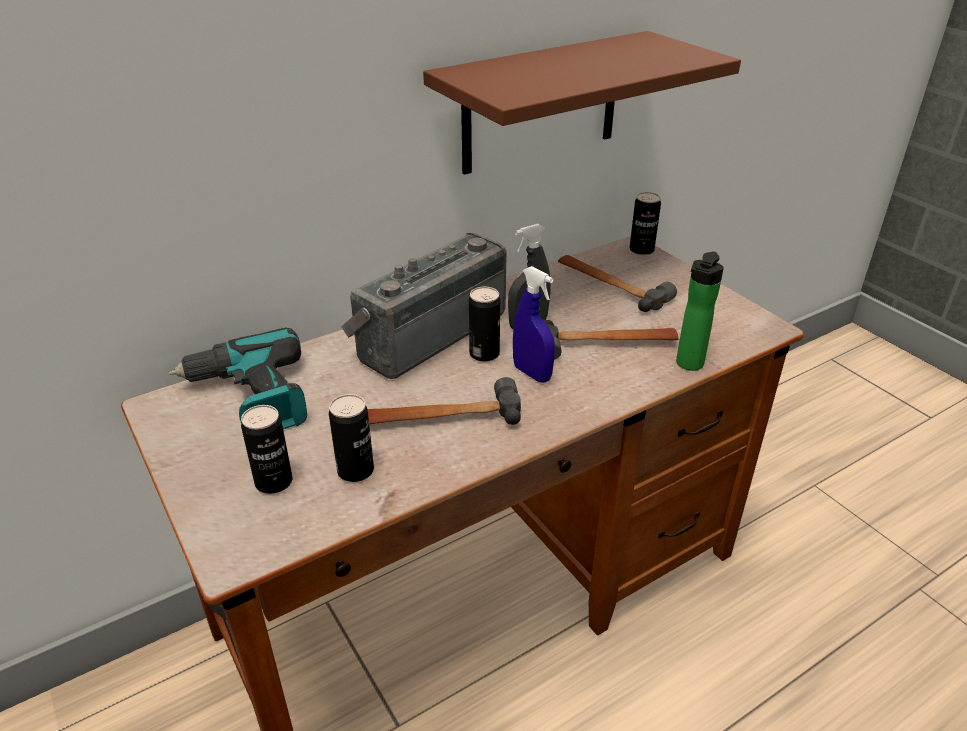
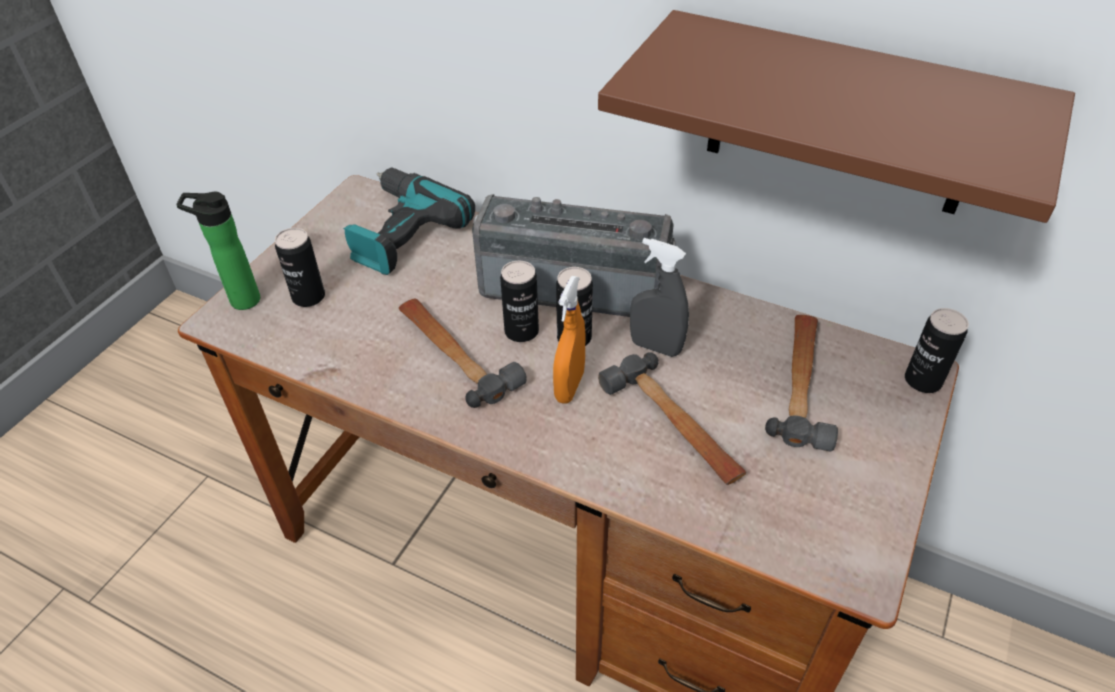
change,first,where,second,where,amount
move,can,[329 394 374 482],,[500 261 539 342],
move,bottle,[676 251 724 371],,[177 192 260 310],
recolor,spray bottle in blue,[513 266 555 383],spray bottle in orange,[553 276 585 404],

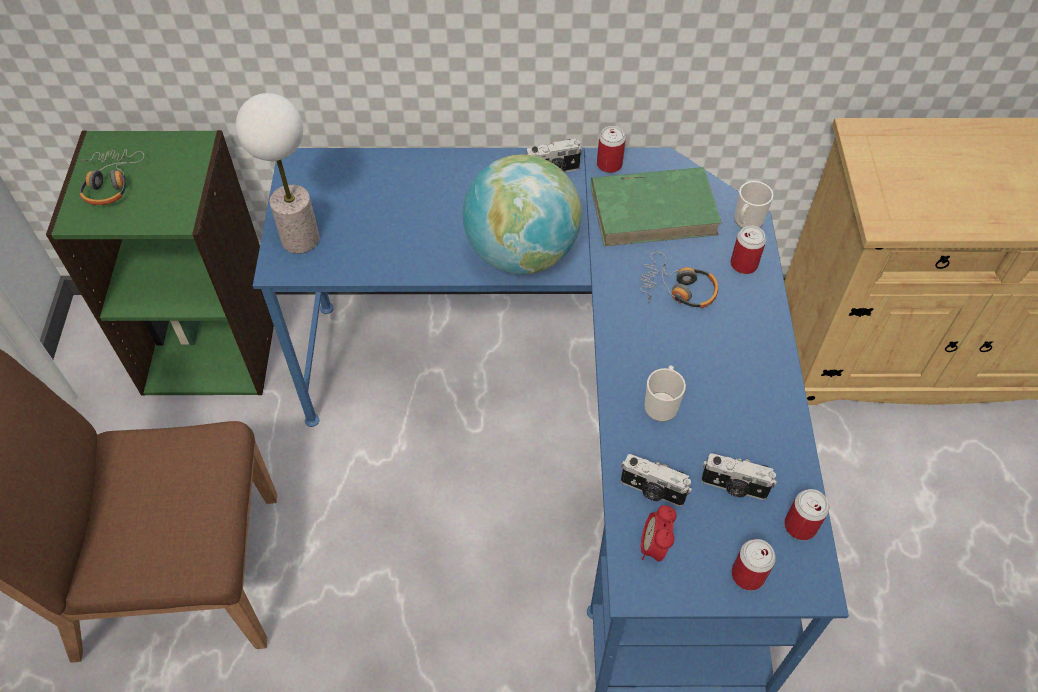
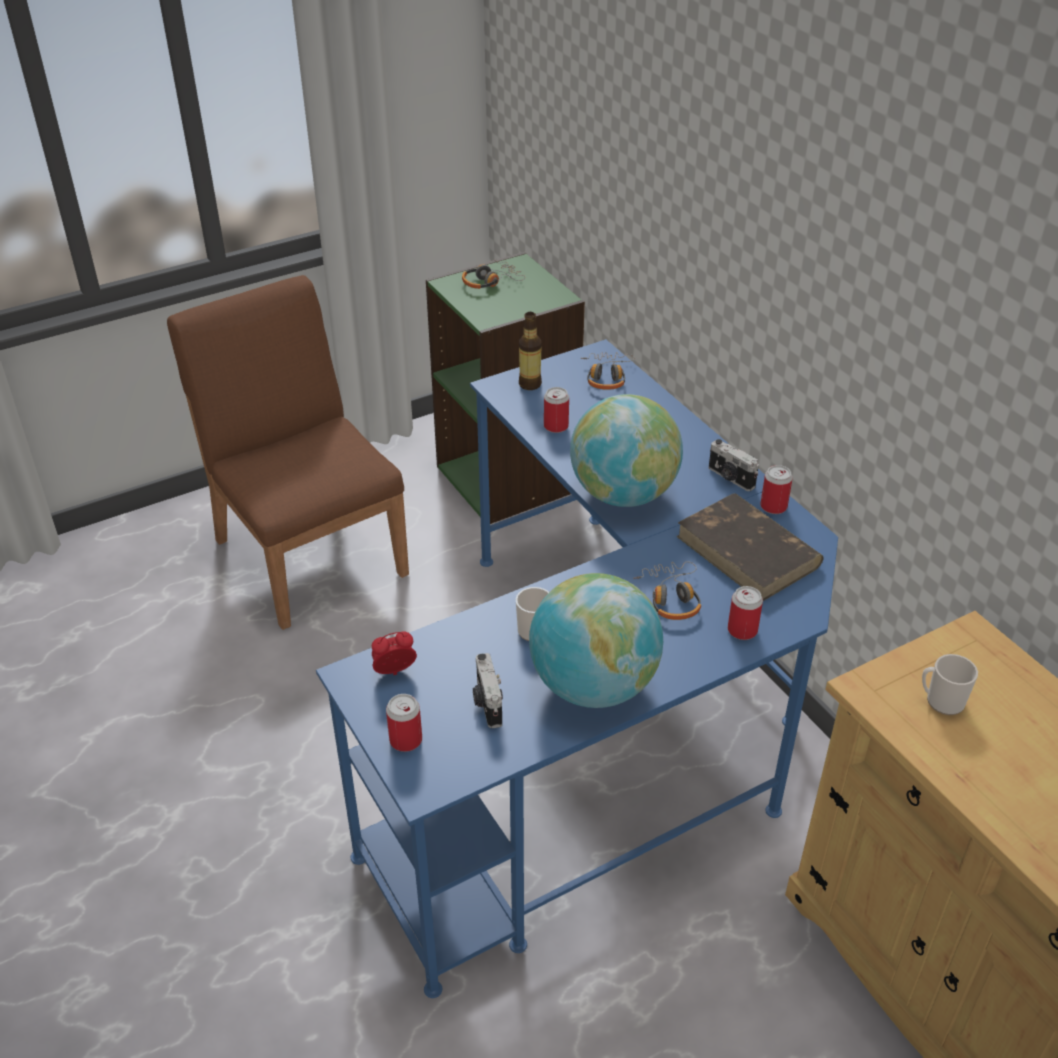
change,first,where,second,where,amount
delete,photo camera,[621 454 692 507],,,
insert,,,globe,[529 573 663 708],
insert,,,headphones,[581 352 634 390],
move,mug,[734 181 773 229],,[922 654 978 715],
move,can,[784 489 829 540],,[544 387 569 433],
replace,table lamp,[236 93 320 254],bottle,[519 312 542 390],
recolor,book in green,[591 167 722 246],book in brown,[676 493 823 601],

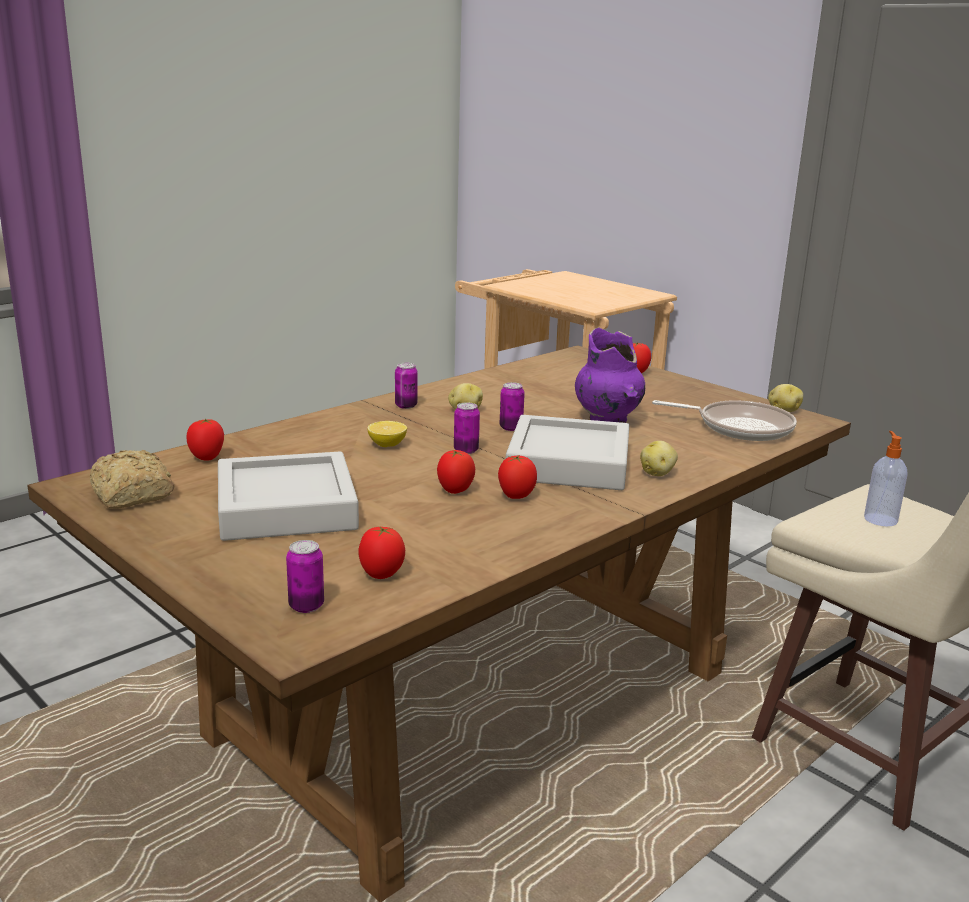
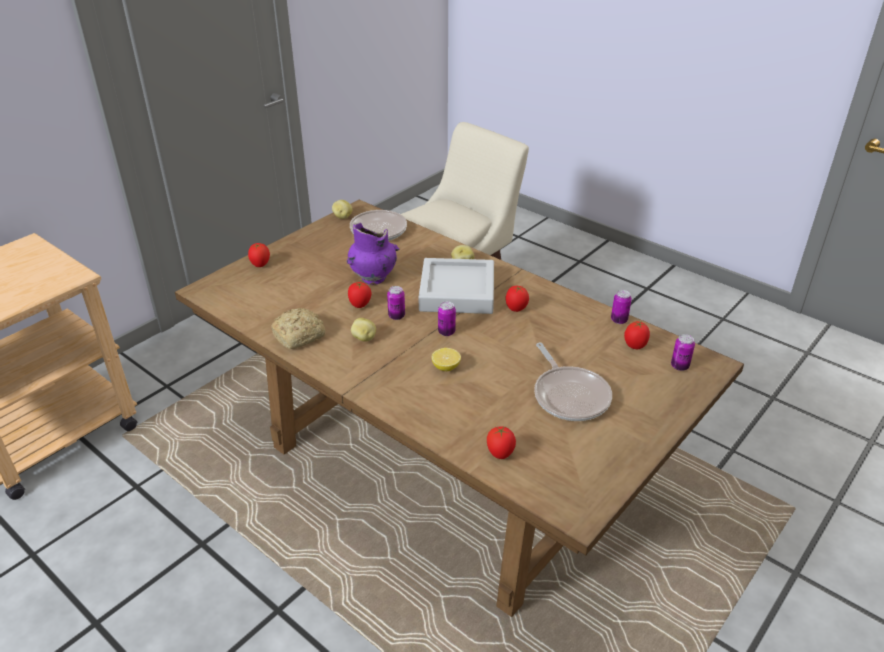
change,first,where,second,where,amount
delete,soap dispenser,[864 431 908 526],,,
move,bread,[90 450 175 509],,[271 308 326 349],
move,can,[395 363 418 409],,[611 290 632 324],
move,tomato,[437 450 475 494],,[348 282 371 308],
replace,tray in grey,[218 452 359 541],frying pan,[534 343 612 421],

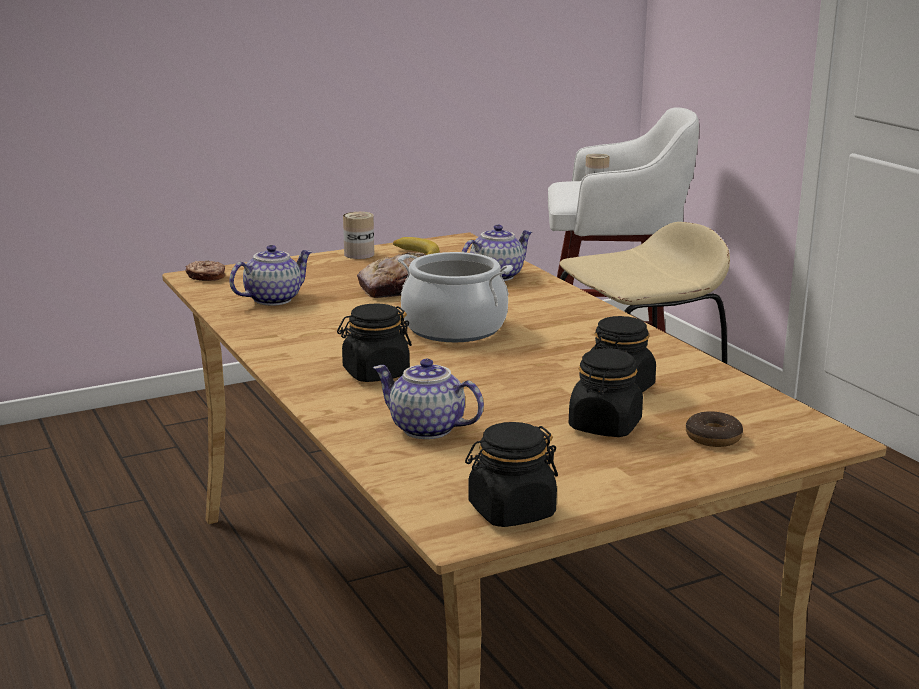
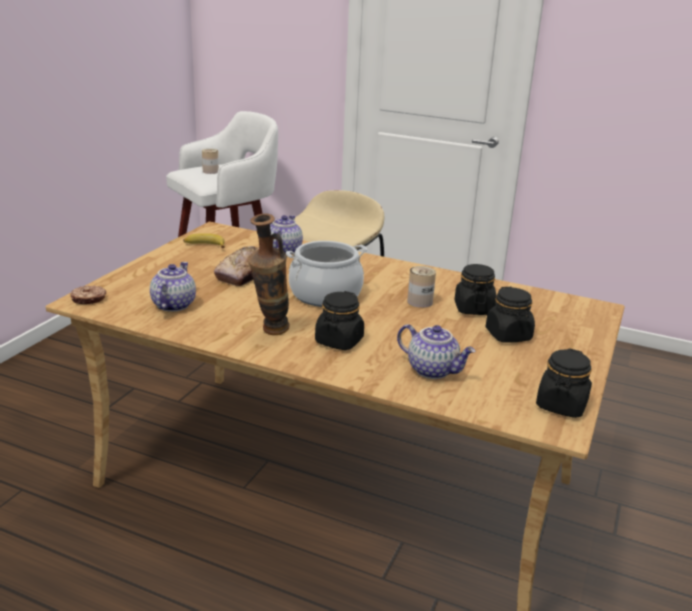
change,first,where,second,where,amount
delete,donut,[686 411 743 447],,,
insert,,,vase,[248 213 289 335],
move,can,[343 212 374 259],,[407 266 436 308],
rotate,teapot,[373 359 484 439],,[397 324 476 379],135 degrees counterclockwise

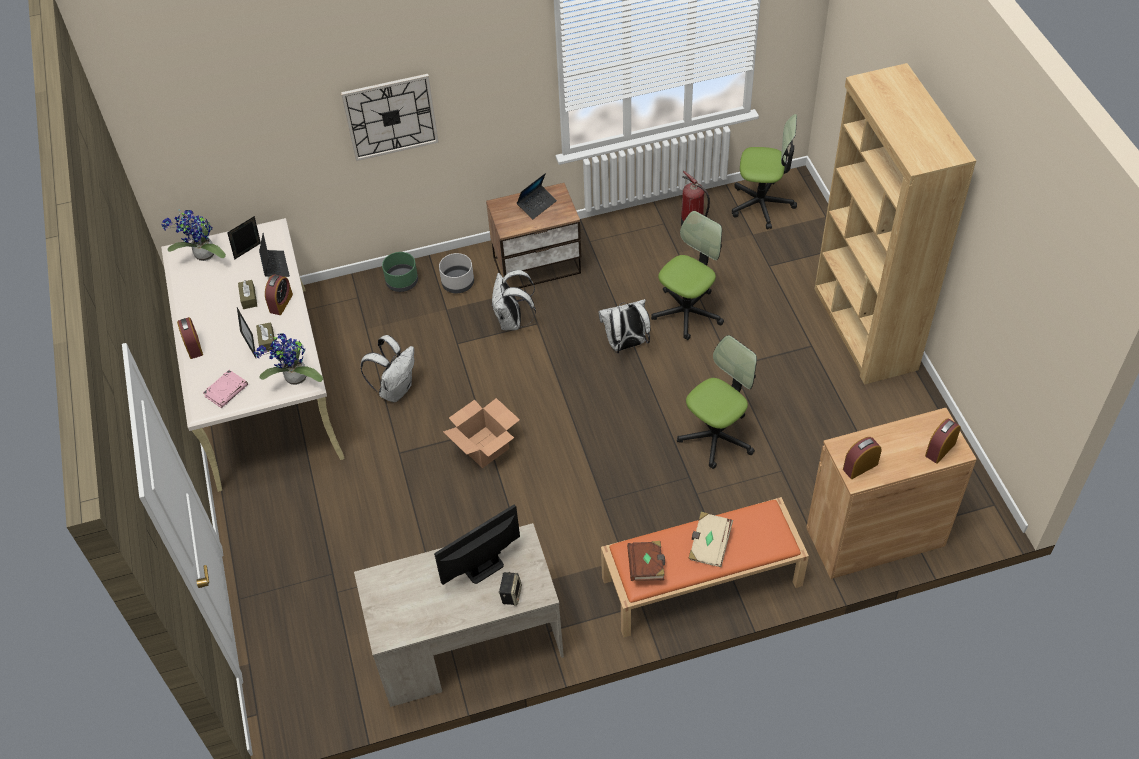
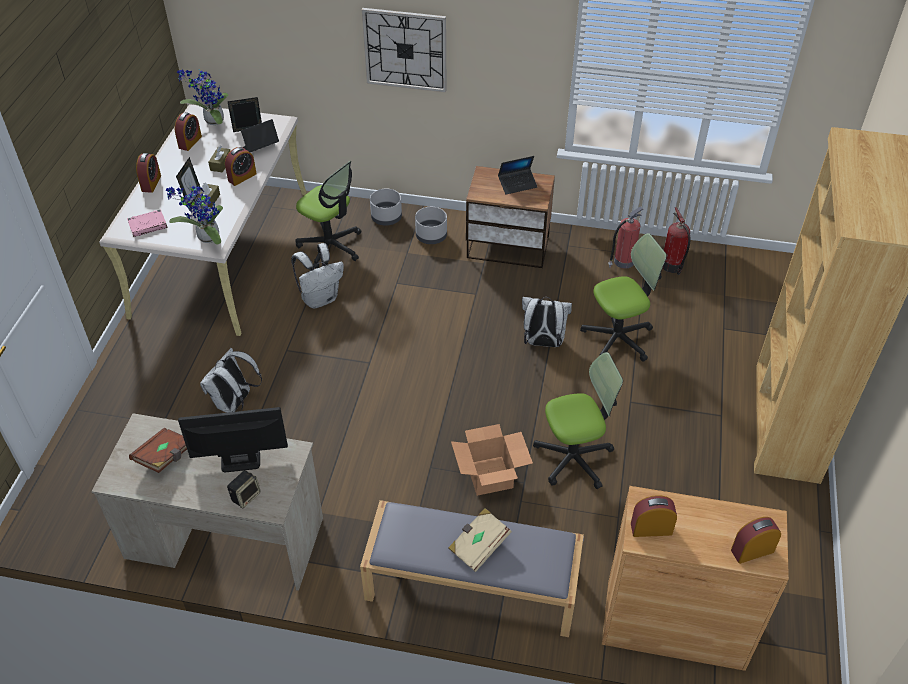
change,first,where,second,where,amount
insert,,,alarm clock,[175 112 202 151],
insert,,,fire extinguisher,[608 207 643 269],
move,cardboard box,[443 398 520 468],,[451 424 533 496],
move,backpack in white,[491 270 536 330],,[200 348 262 413],
move,book in brown,[627 541 665 581],,[129 428 187 473],
move,office chair,[732 114 797 229],,[296 161 361 268],
recolor,planter in green,[382 252 418 292],planter in grey,[370 189 402 226],
recolor,bench in orange,[601 497 809 638],bench in grey,[360 500 584 637],
rotate,laptop,[259 233 290 277],,[241 119 279 152],135 degrees counterclockwise

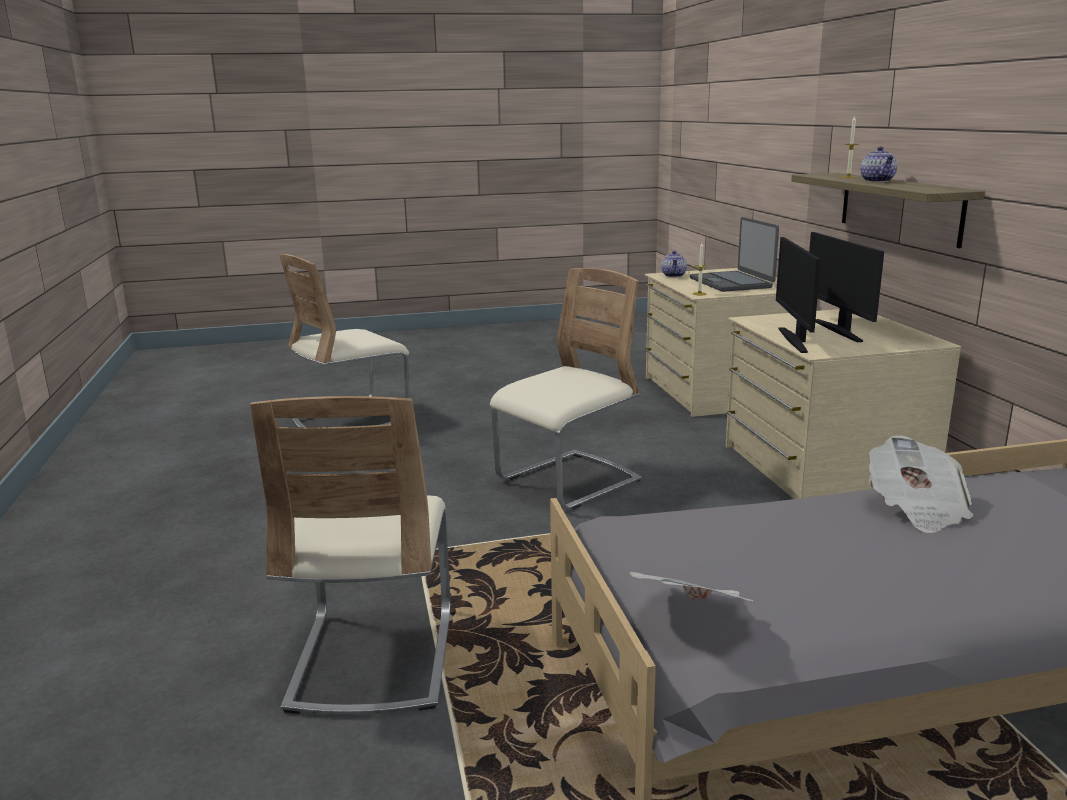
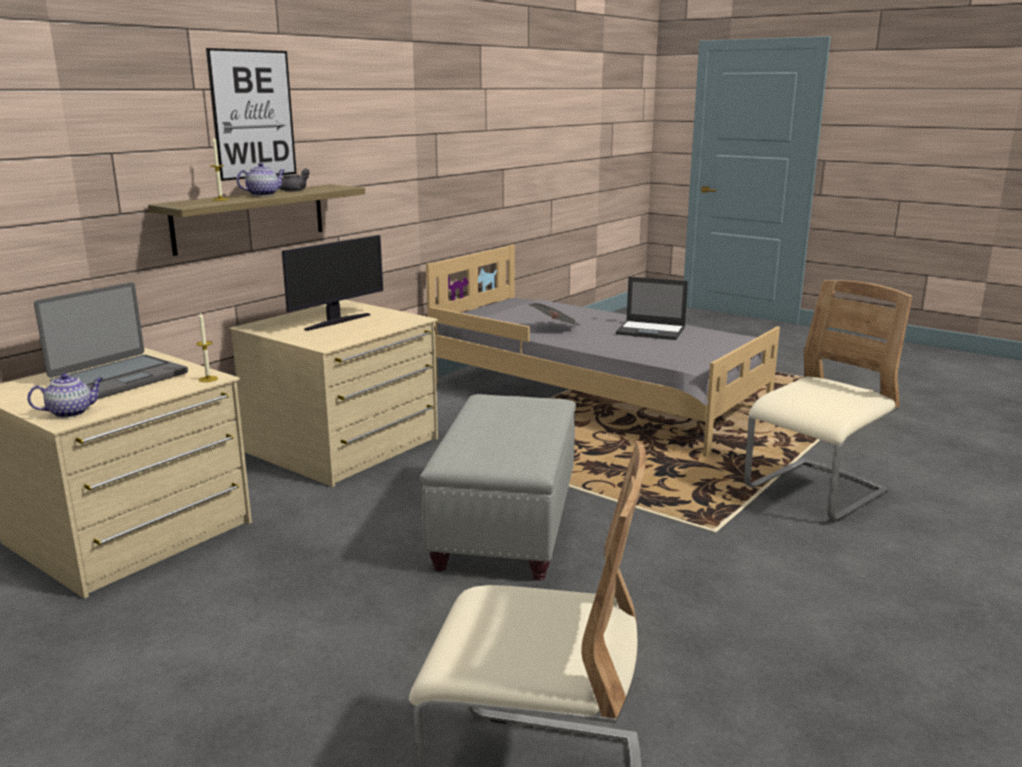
change,first,where,second,where,amount
delete,newspaper,[629 572 756 603],,,
delete,monitor,[776 237 821 353],,,
insert,,,picture,[206 48 297 181],
insert,,,teapot in grey,[280 168 310 192],
insert,,,laptop,[616 277 688 340],
replace,chair in beige,[490 268 642 509],ottoman in grey,[420 394 576 580],

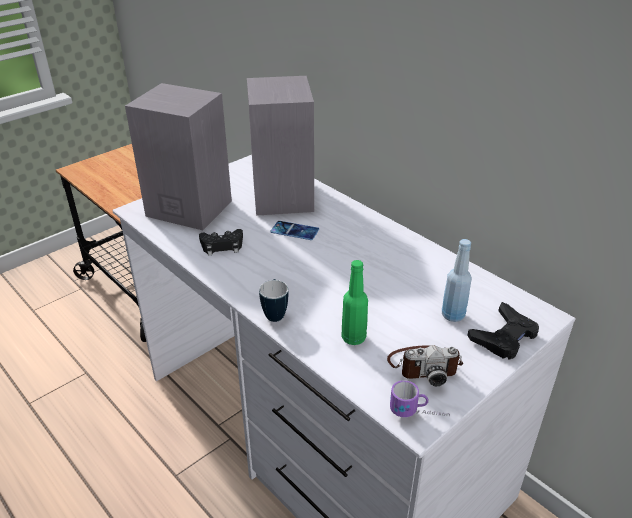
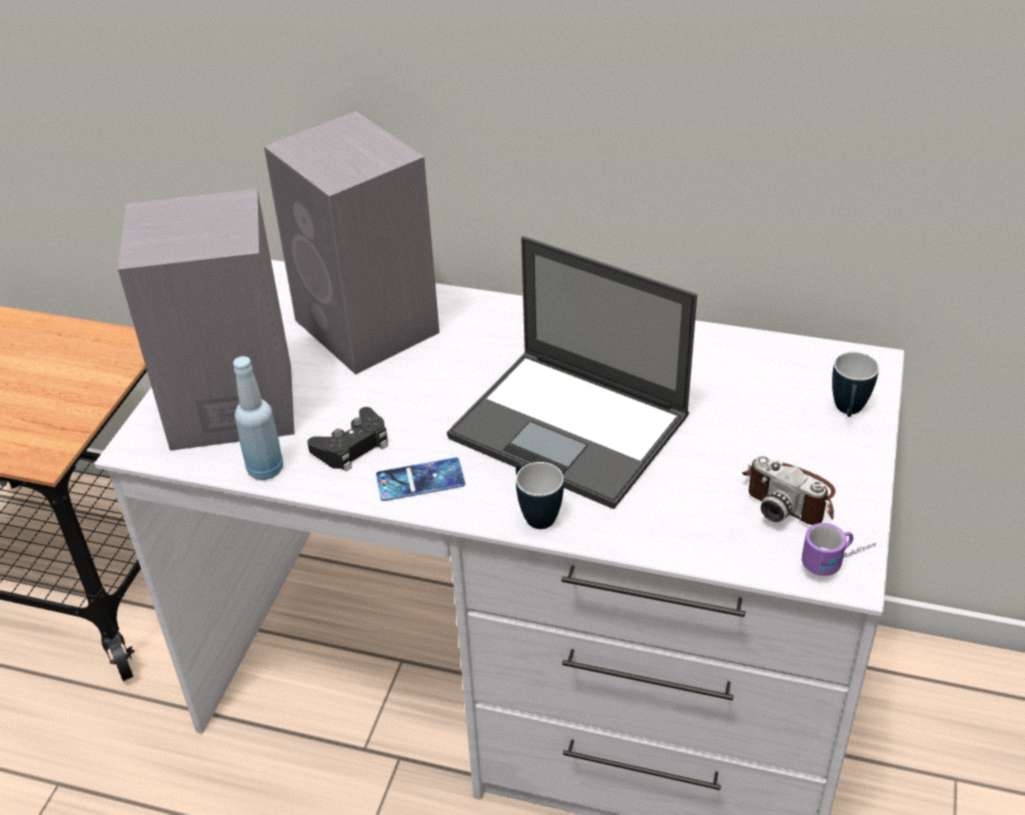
change,first,where,second,where,amount
delete,bottle in green,[341 260 368 345],,,
insert,,,laptop,[447 236 697 509],
move,phone,[270 221 319 240],,[376 457 465 501],
move,bottle in blue,[442 239 472 322],,[233 356 283 480],
replace,game controller in black,[467 302 539 360],mug,[832 352 879 417],
rotate,photo camera,[387 345 463 386],,[742 456 836 525],75 degrees clockwise

